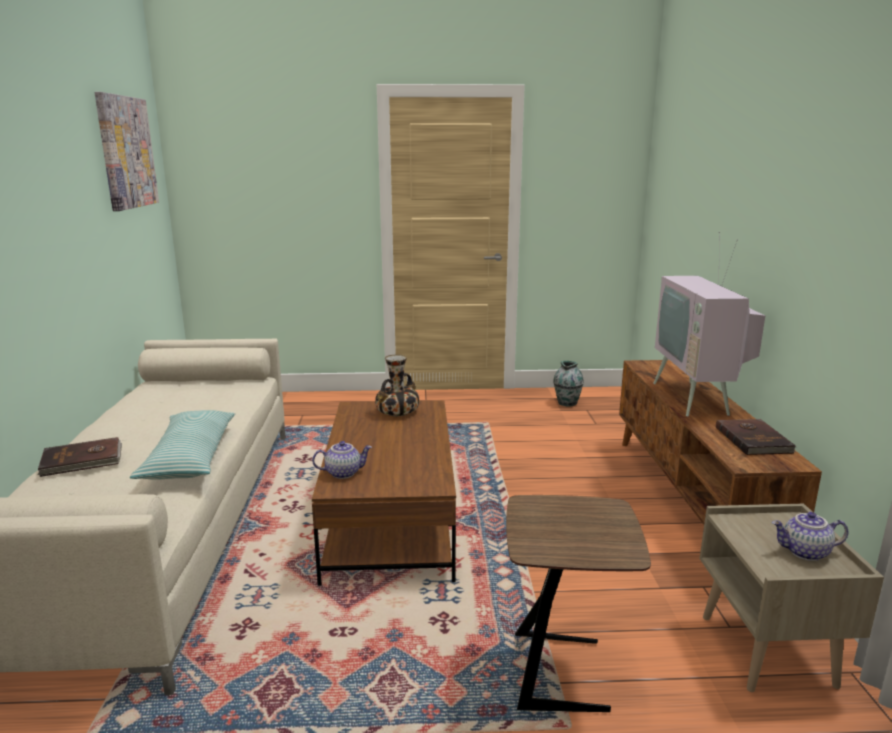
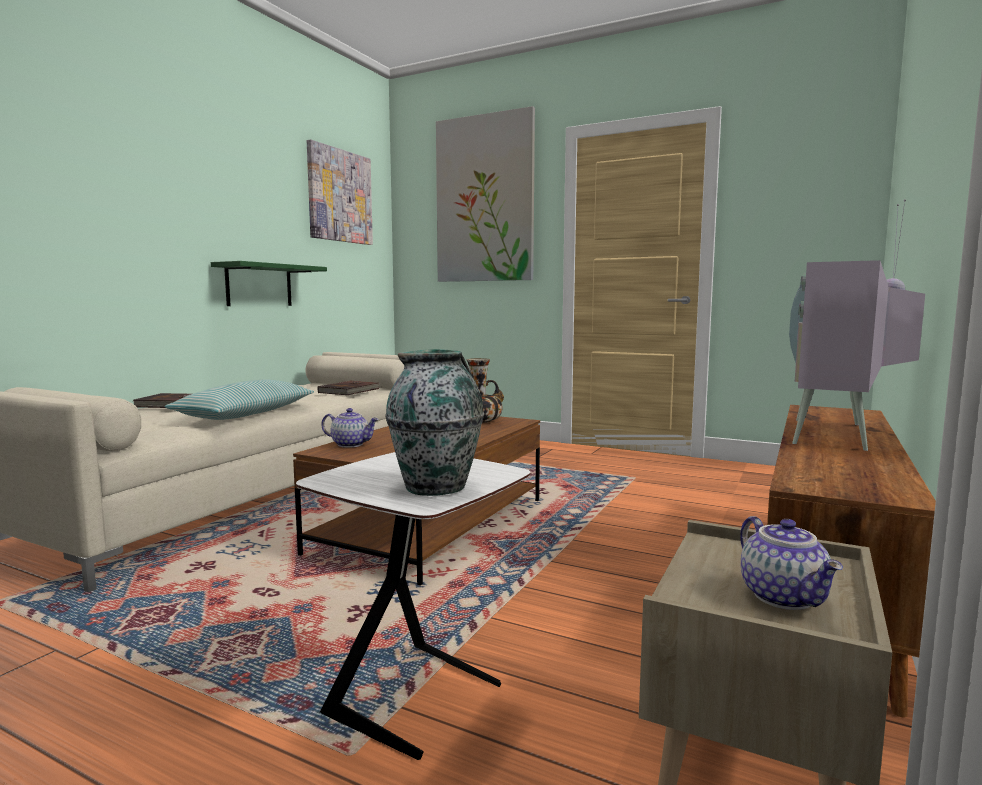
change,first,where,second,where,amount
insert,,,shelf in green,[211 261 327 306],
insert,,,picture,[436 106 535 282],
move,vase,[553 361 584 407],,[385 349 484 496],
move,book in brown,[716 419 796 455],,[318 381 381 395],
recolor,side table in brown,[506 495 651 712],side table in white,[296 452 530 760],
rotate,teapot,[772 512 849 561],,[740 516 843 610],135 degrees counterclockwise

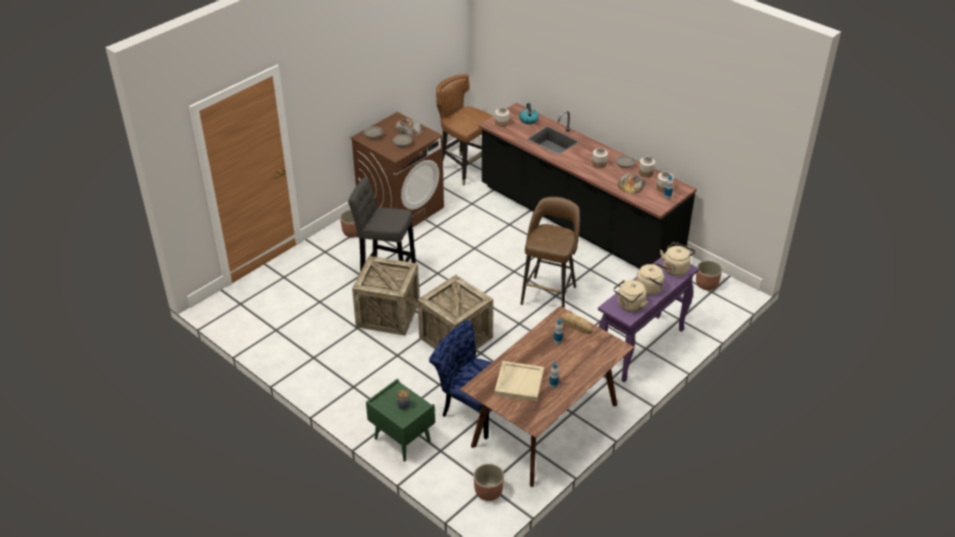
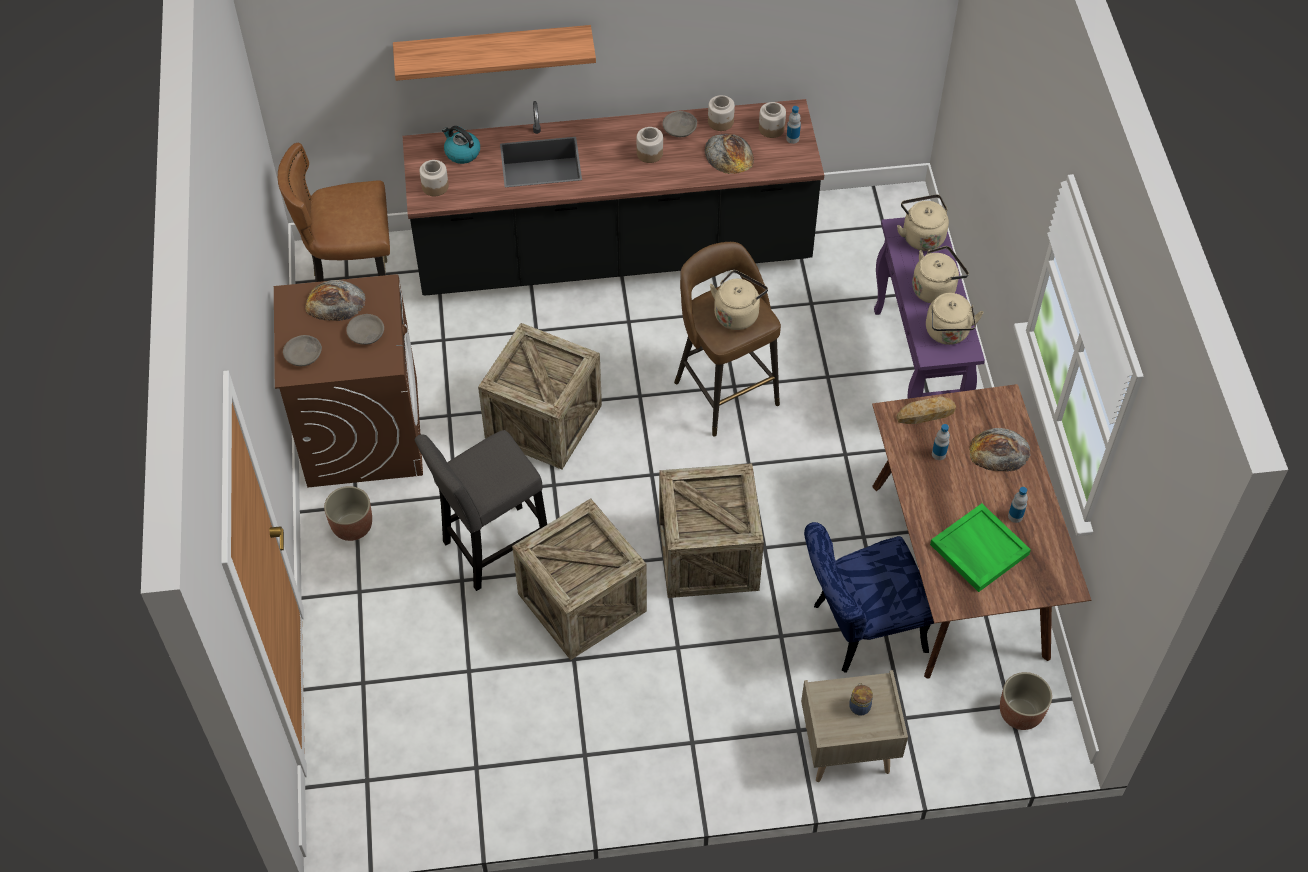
change,first,where,second,where,amount
delete,planter,[696 260 722 290],,,
insert,,,shelf,[393 25 596 81],
insert,,,crate,[478 323 602 470],
insert,,,kettle in beige,[710 270 768 330],
insert,,,bread,[969 428 1030 472],
recolor,nightstand in green,[366 379 435 462],nightstand in beige,[801 670 908 782],
recolor,tray in beige,[494 361 544 402],tray in green,[930 503 1031 592],

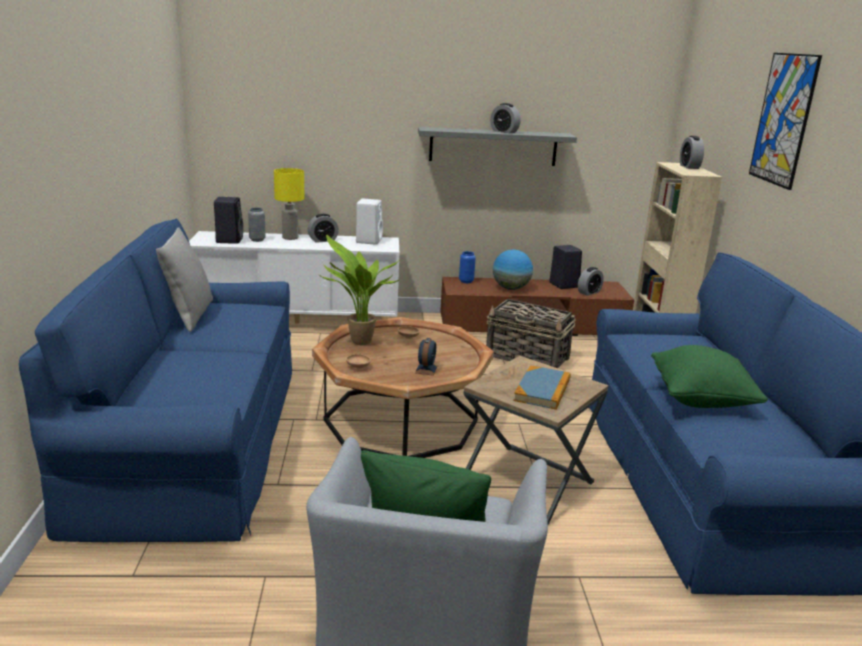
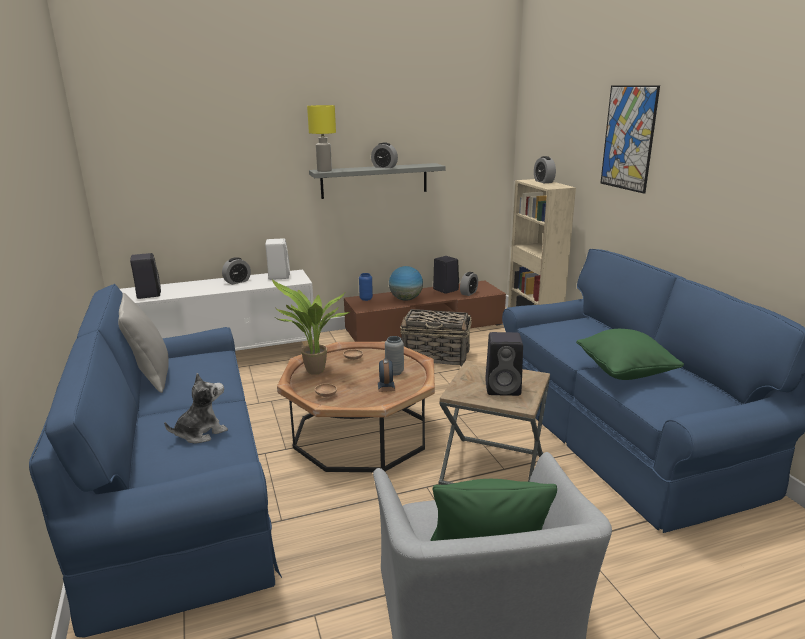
change,first,where,second,where,amount
insert,,,plush toy,[164 373 228 443],
move,vase in grey,[248 207 266 242],,[385 336 404 376],
move,table lamp in yellow,[274 168 304 240],,[307 105 336 172],
replace,book,[514 366 571 410],speaker in black,[485 332 523 396],

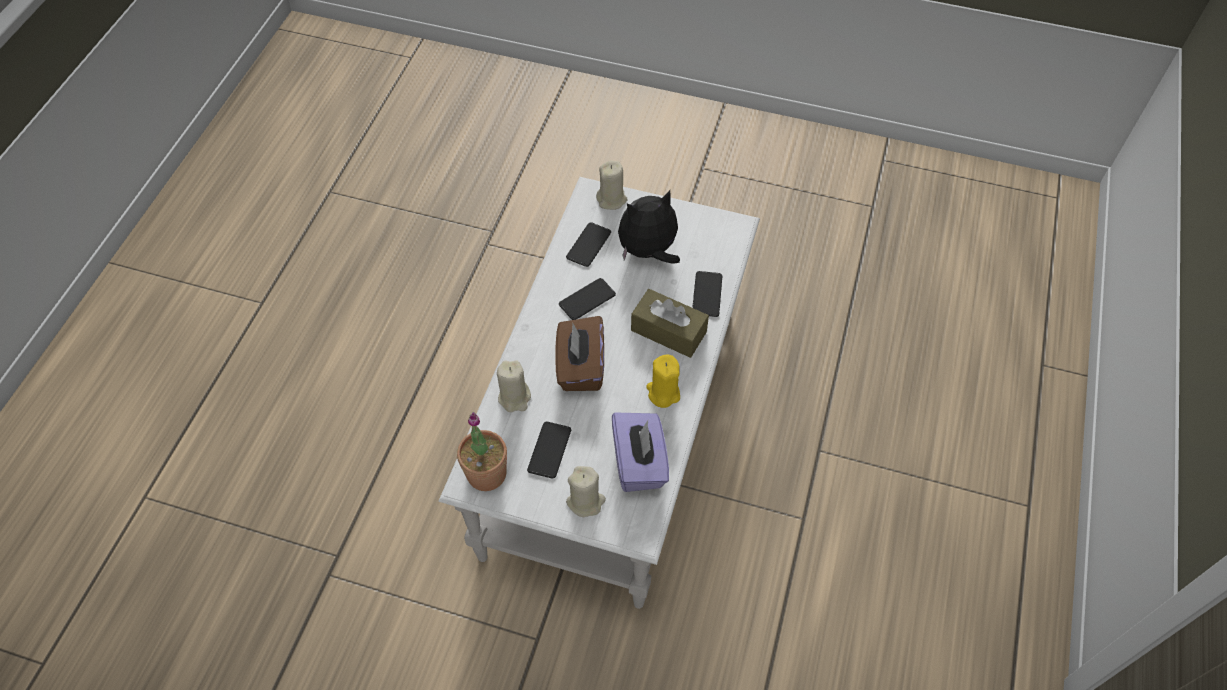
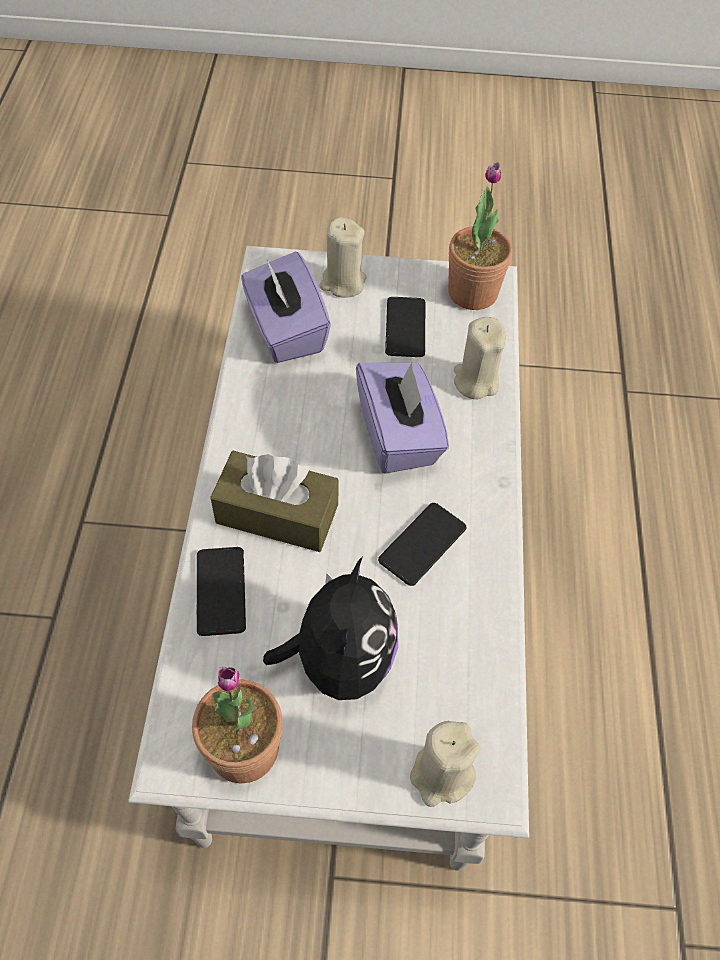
change,first,where,second,where,amount
delete,phone,[566 222 611 267],,,
delete,candle in yellow,[646 355 680 408],,,
insert,,,potted plant,[192 667 283 784],
recolor,tissue box in brown,[555 316 604 391],tissue box in purple,[356 363 449 474],
rotate,plush toy,[618 190 680 264],,[263 557 398 700],45 degrees counterclockwise

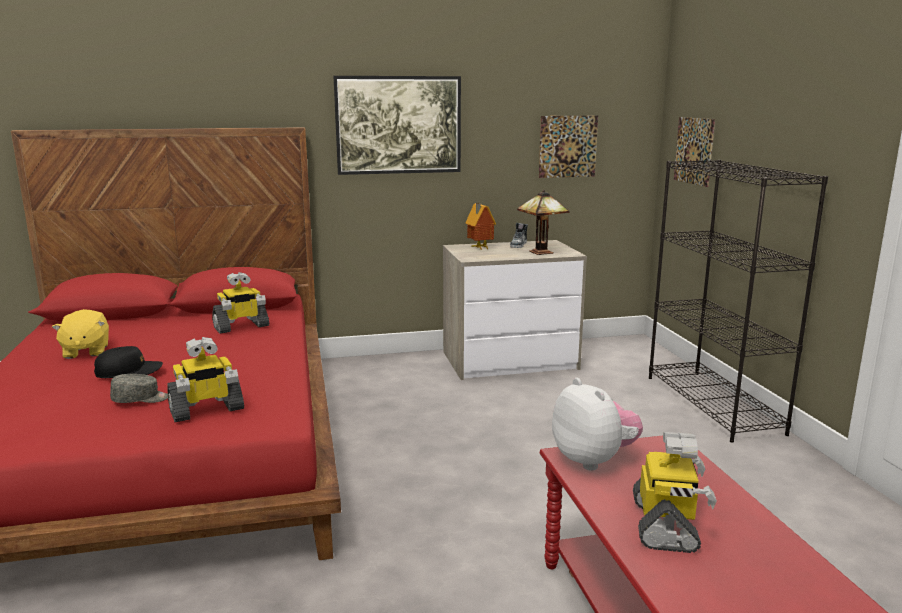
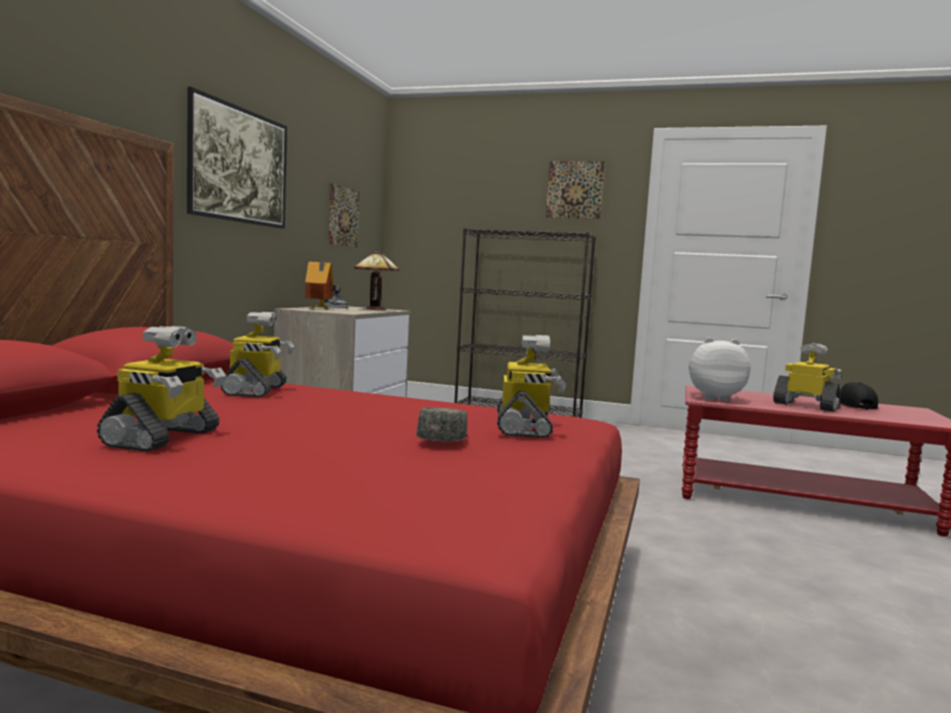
change,first,where,second,where,amount
move,cap in black,[94 346 163 378],,[840 382 878 409],
move,picture,[674 117 715 187],,[546 162 604 219],
replace,plush toy in yellow,[52 309 109 359],toy robot,[97 326 226 452],

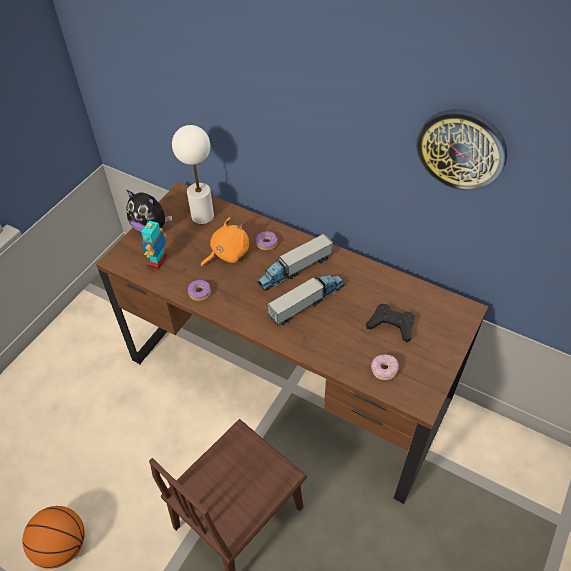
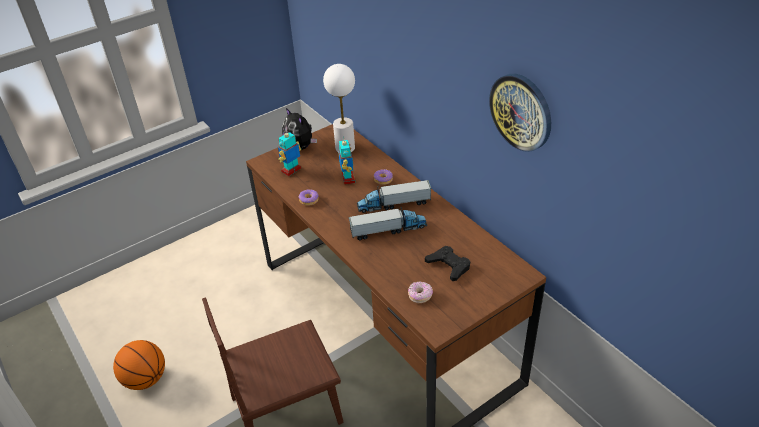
change,first,where,second,where,amount
replace,plush toy in orange,[201 217 249 267],toy robot,[338 137 355 185],

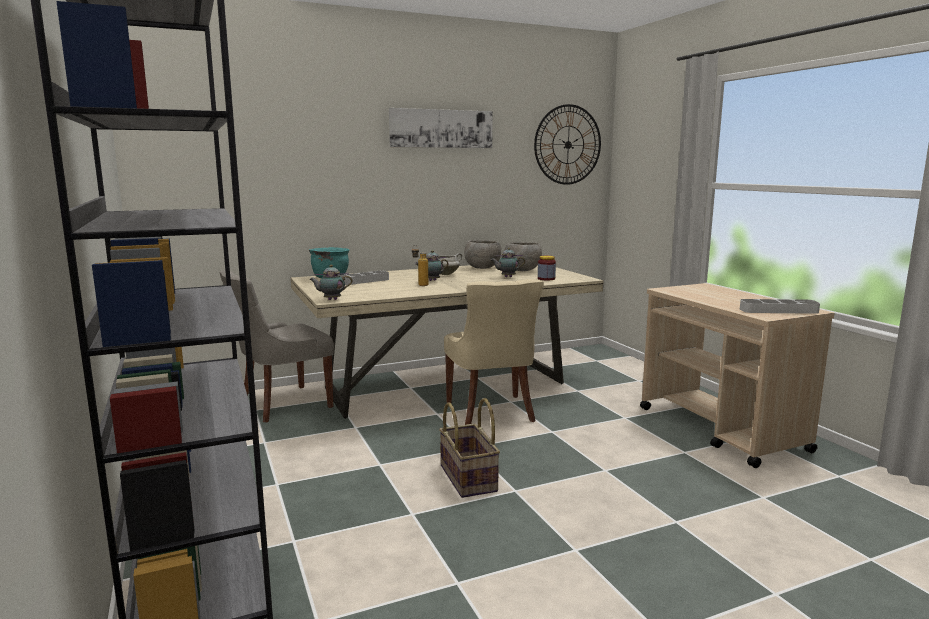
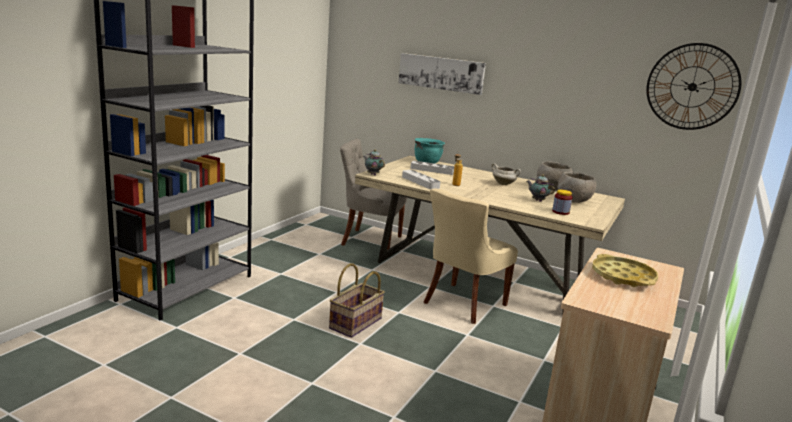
change,first,where,second,where,amount
delete,teapot,[415 250 448 281],,,
insert,,,tray in yellow,[592 254 658 287],
move,picture,[389 108 493 148],,[398 53 486 95],
move,tray in grey,[740 299 820 314],,[402 170 440 189],

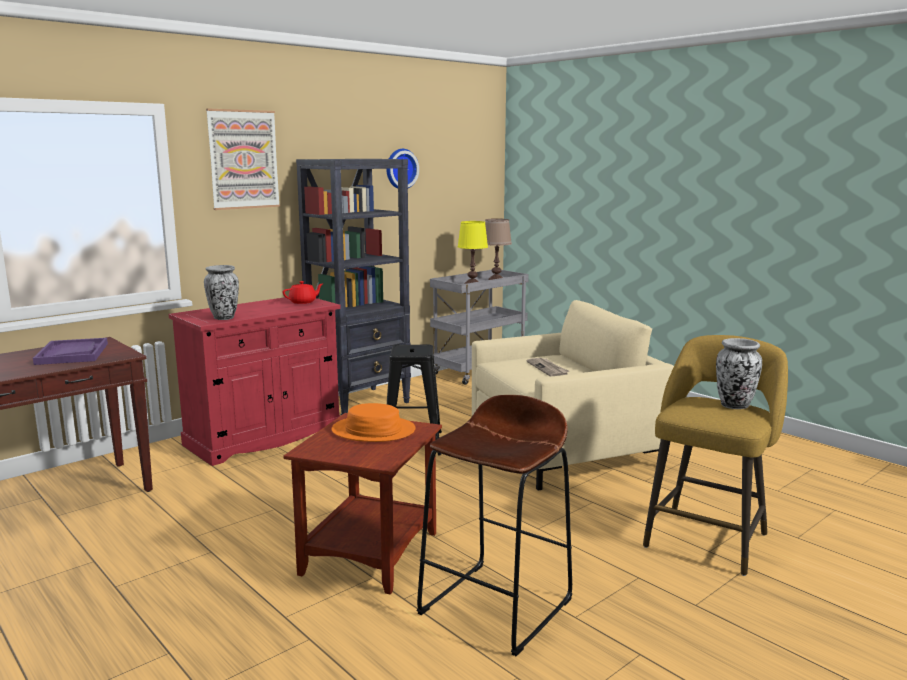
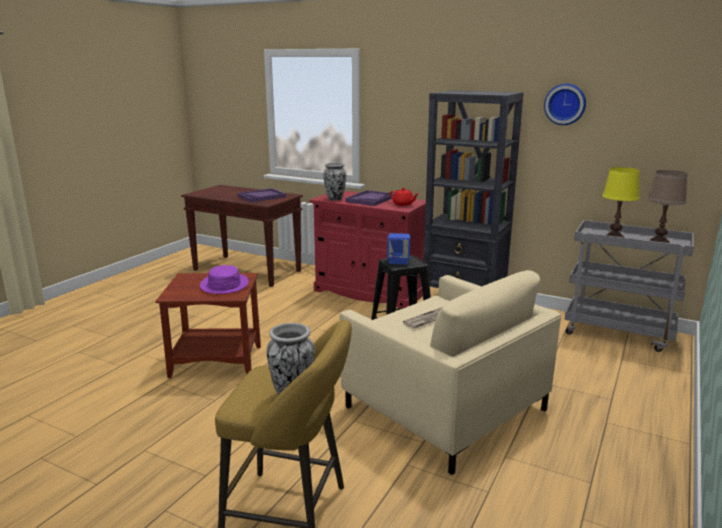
change,first,where,second,where,amount
delete,picture,[206 109 280 210],,,
delete,stool in brown,[417 395 572 656],,,
insert,,,tray in purple,[345 190 394 206],
insert,,,speaker in blue,[387 233 410 265],
recolor,hat in orange,[332 403 415 442],hat in purple,[200 265 249 294],

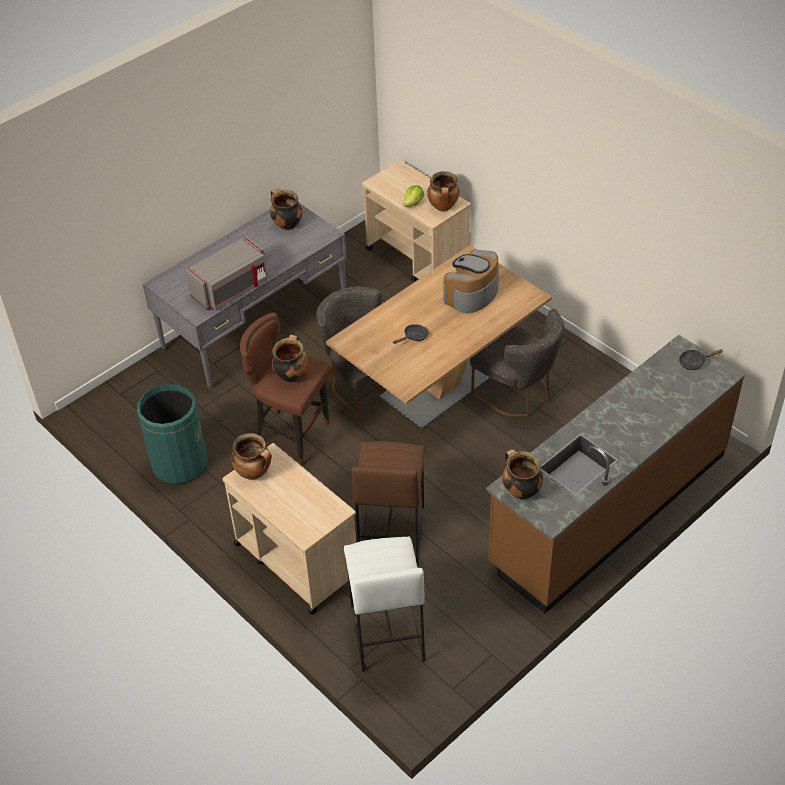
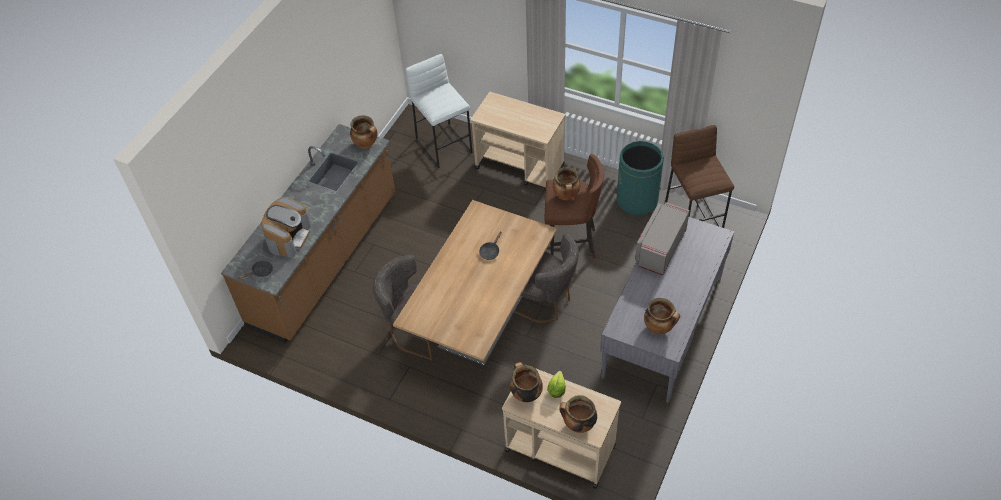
change,first,where,second,where,amount
move,cooking pot,[232 433 272 480],,[559 395 597 433],
move,stool in brown,[351 441 424 566],,[665 125 734 228],
move,coffee machine,[443 249 499 313],,[262 197 311 258],

